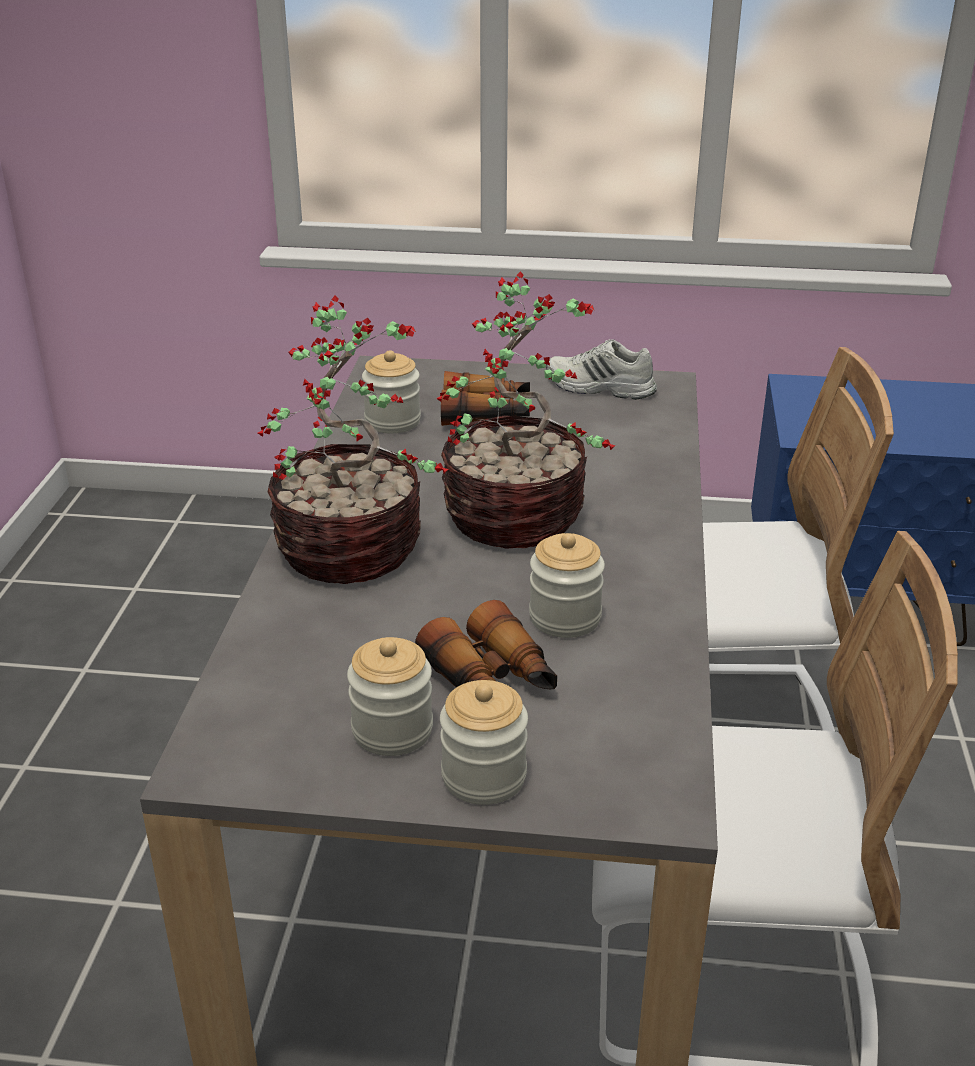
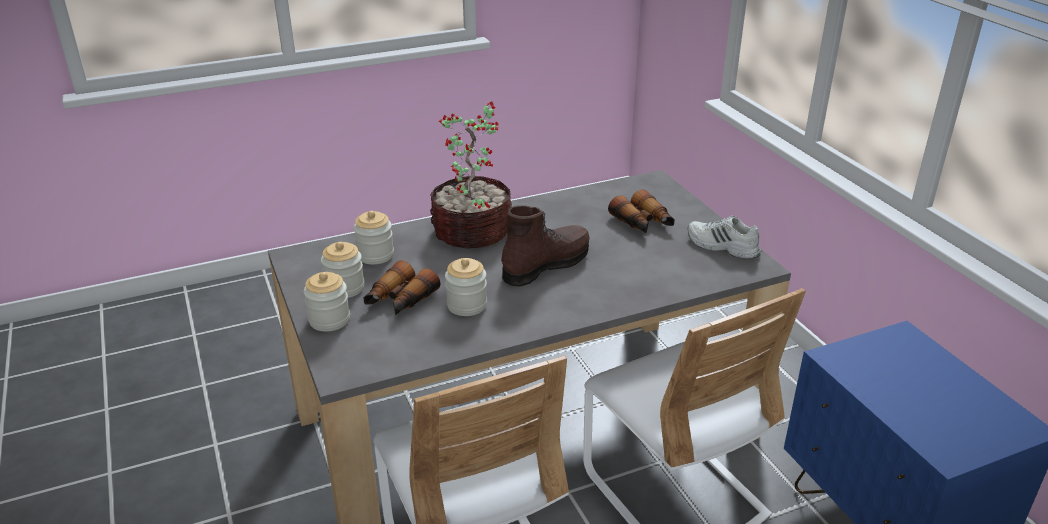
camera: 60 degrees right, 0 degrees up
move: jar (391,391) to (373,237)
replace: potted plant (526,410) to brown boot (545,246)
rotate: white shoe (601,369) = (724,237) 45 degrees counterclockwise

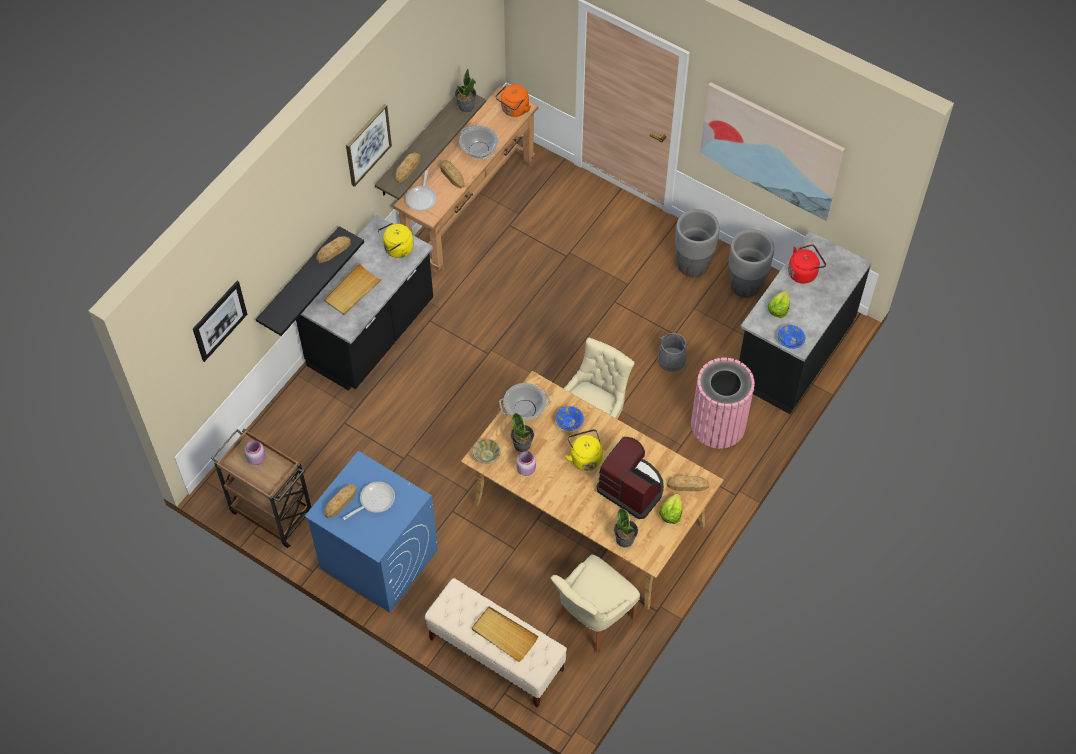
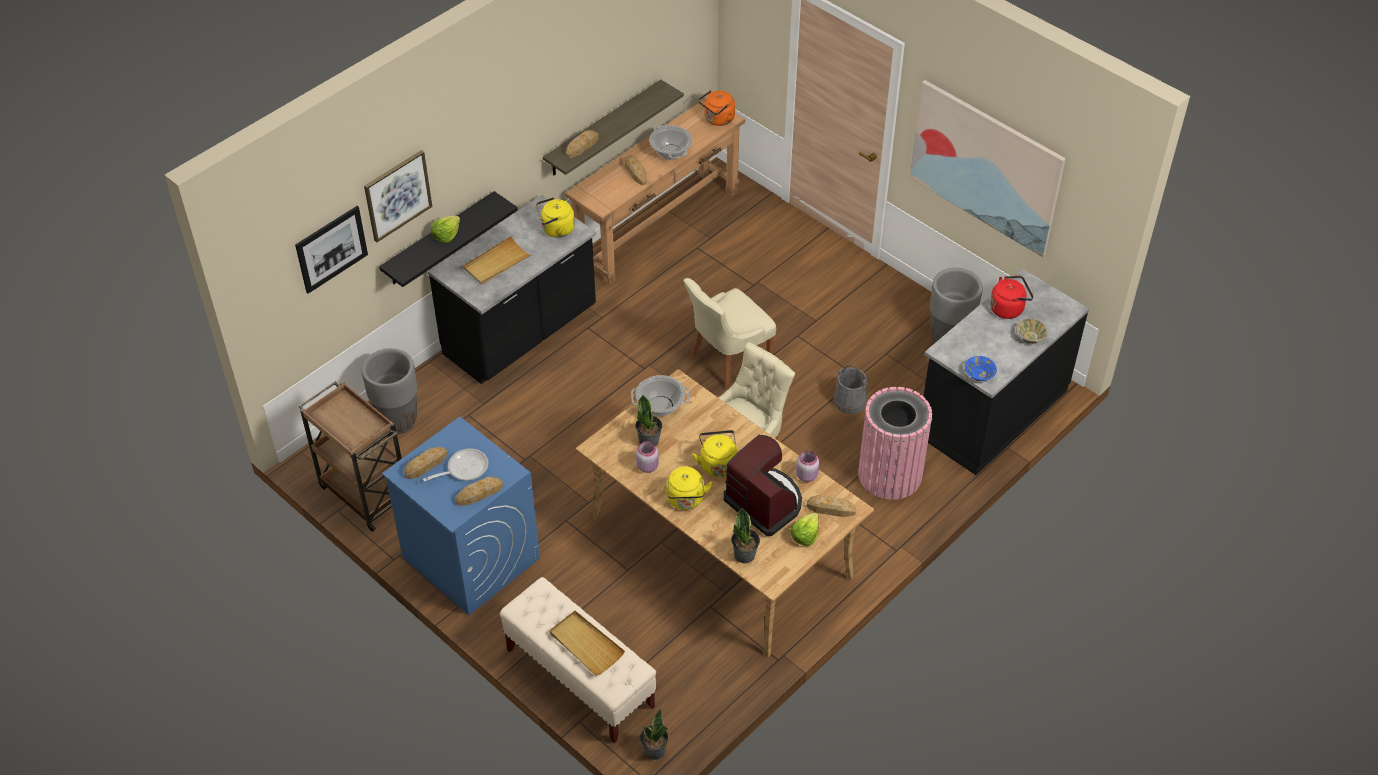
camera: 10 degrees right, 10 degrees down
delete: frying pan (421,189); blue bowl (570,418)
insert: yellow kettle (689,488)
move: pink jar (254,452) to (807,466); bread (333,249) to (479,491); picture (369,145) to (398,196); potted plant (465,90) to (654,734); beige bowl (486,451) to (1032,331); beige chair (595,604) to (729,333); grey planter (697,243) to (389,391); lettuce (779,304) to (445,229)

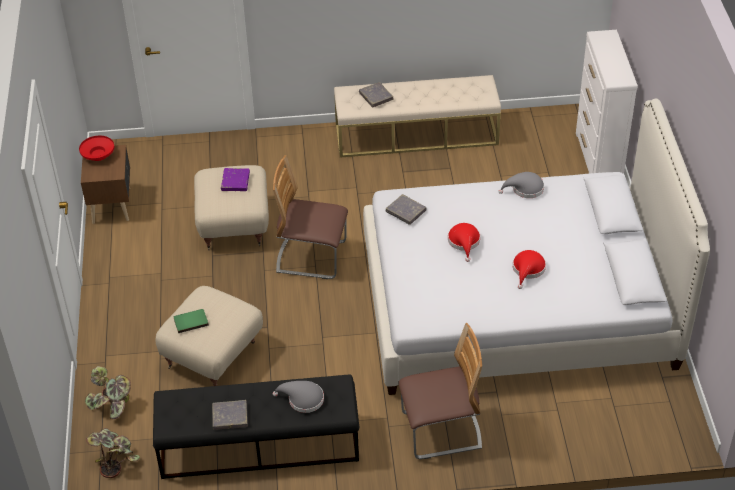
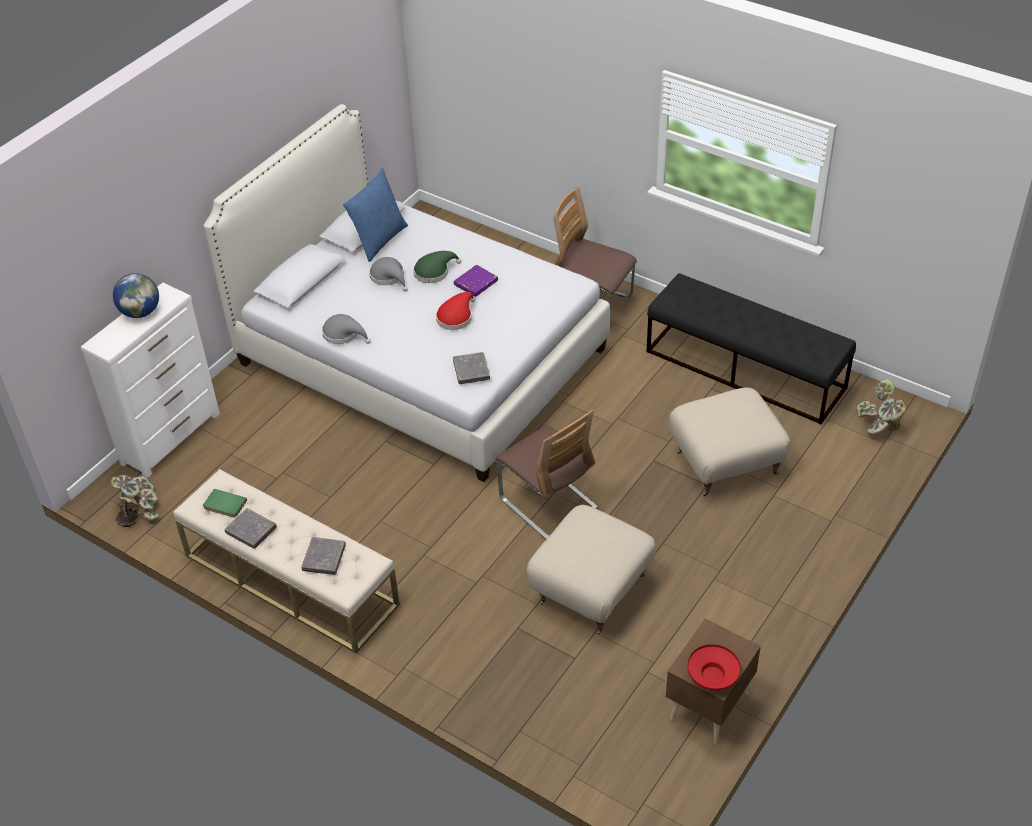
camera: 140 degrees left, 0 degrees up
insert: globe (136,295); blue pillow (375,215)
move: potted plant (108,392) to (135,500); green book (191,321) to (225,503); grey book (230,415) to (250,528); purple book (235,179) to (476,281); grey hat (298,397) to (388,274)
recolor: red hat (529,269) to green hat (437,267)

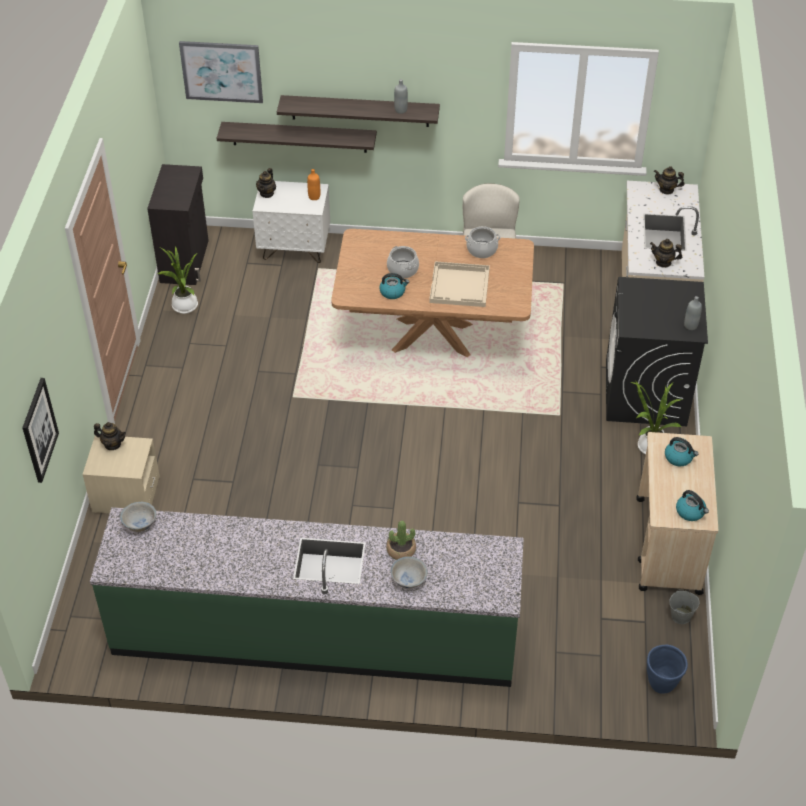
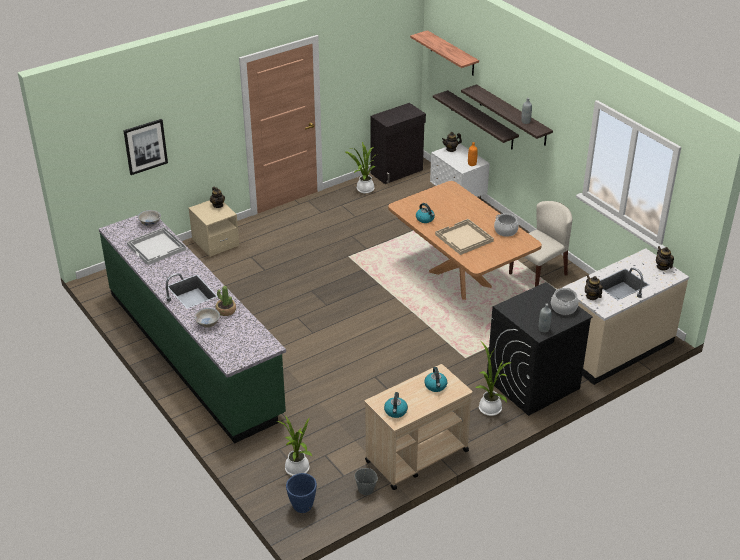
camera: 50 degrees right, 10 degrees down
insert: white tray (156,246); potted plant (294,446)
move: cooking pot (403,262) to (565,301)
replace: picture (221,72) to shelf (444,53)

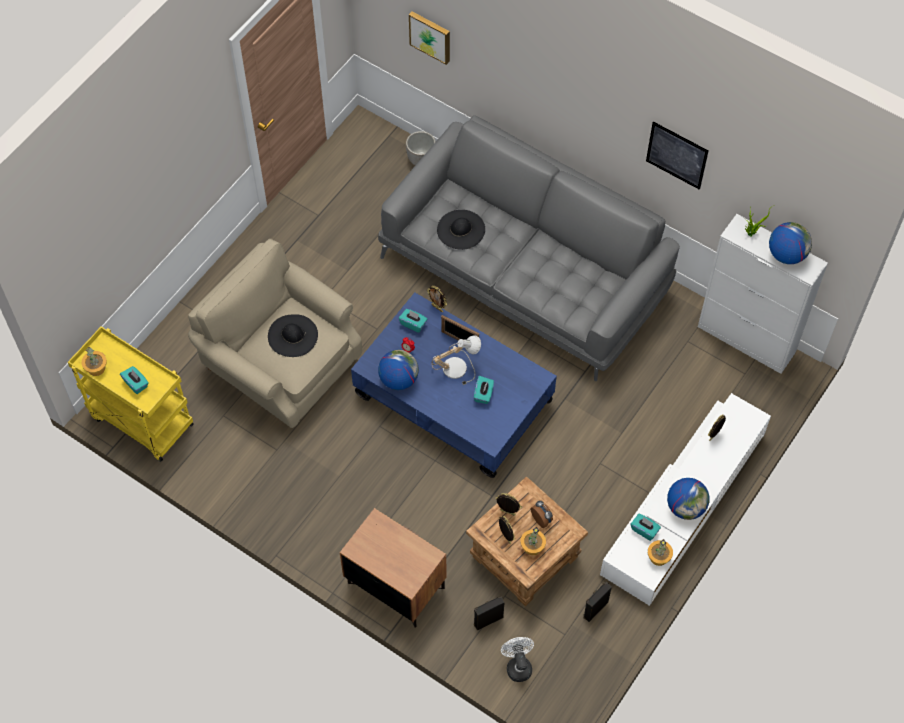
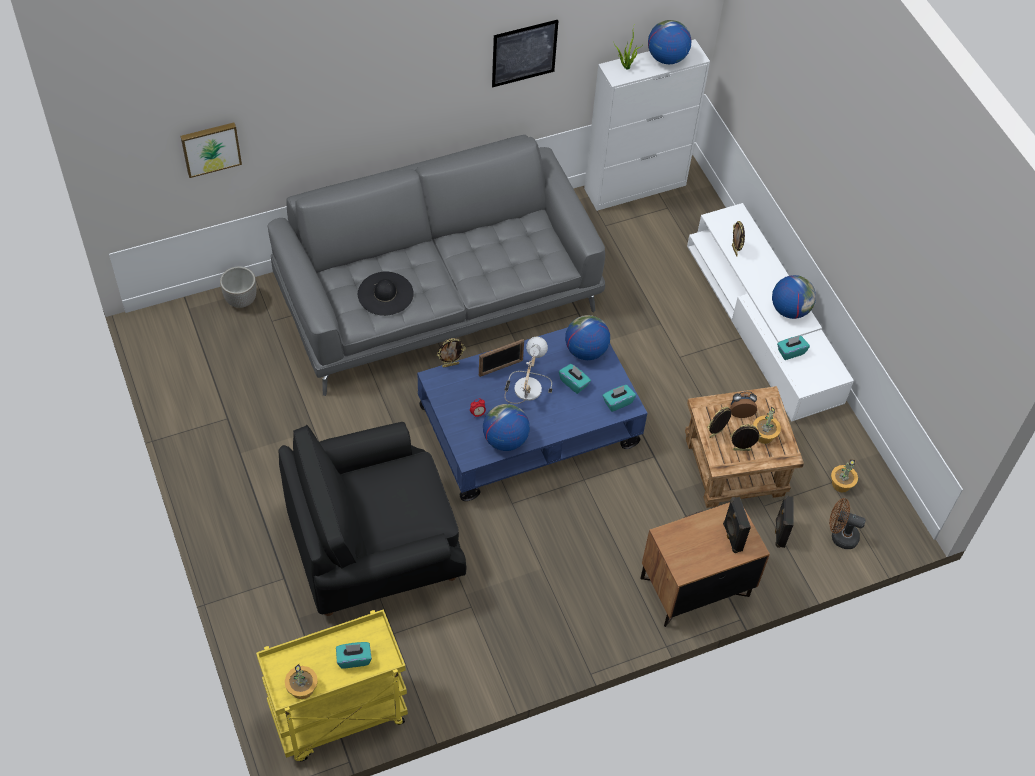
camera: 60 degrees left, 5 degrees down
delete: black hat (293,335)
insert: globe (587,337)
move: turquoise tissue box (413,321) to (619,398); black speaker (597,602) to (737,525); potted plant (660,552) to (844,475)
recolor: beige armchair (275,333) to black armchair (372,519); white fan (517,659) to brown fan (847,523)

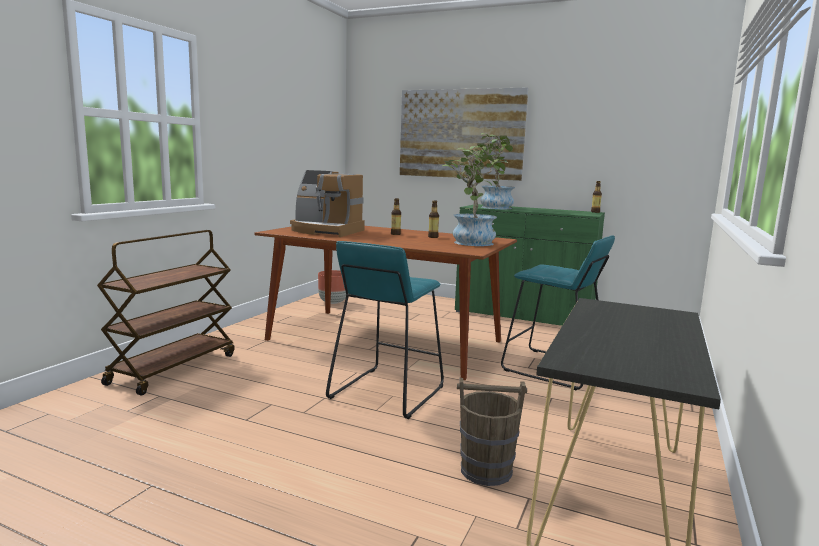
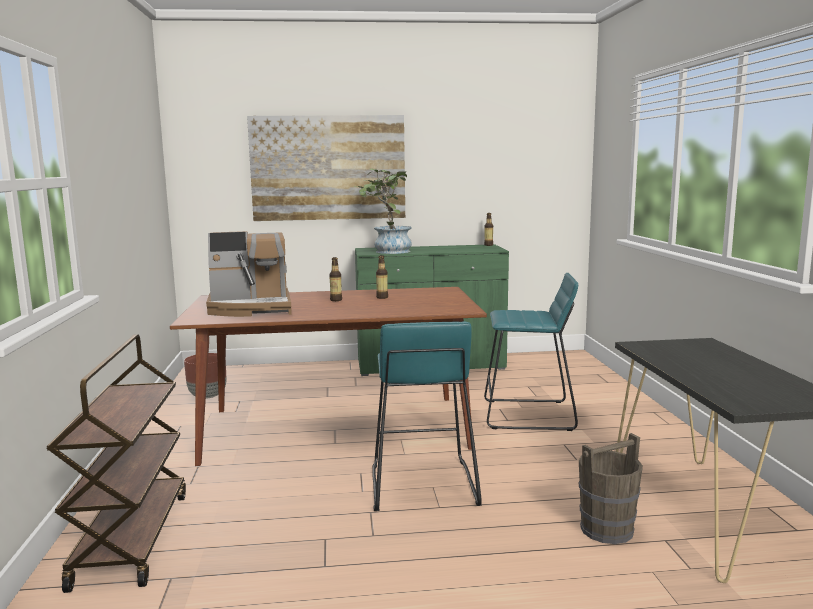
camera: 30 degrees left, 0 degrees up
delete: potted plant (473,197)

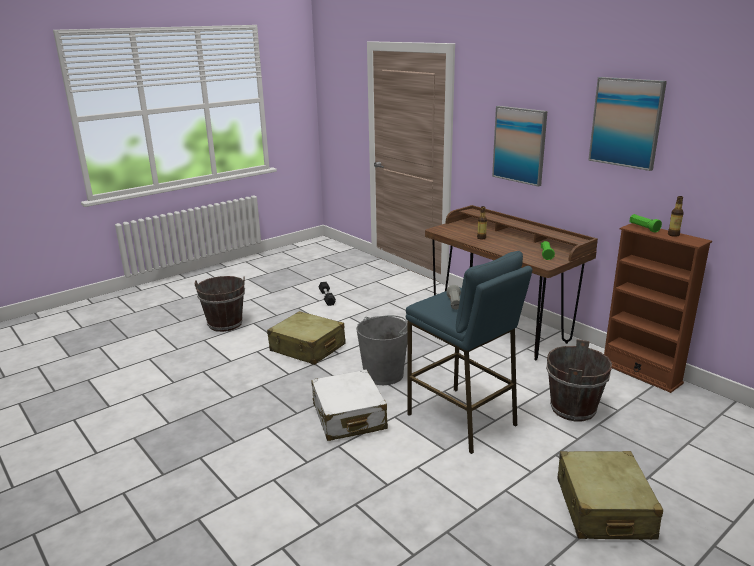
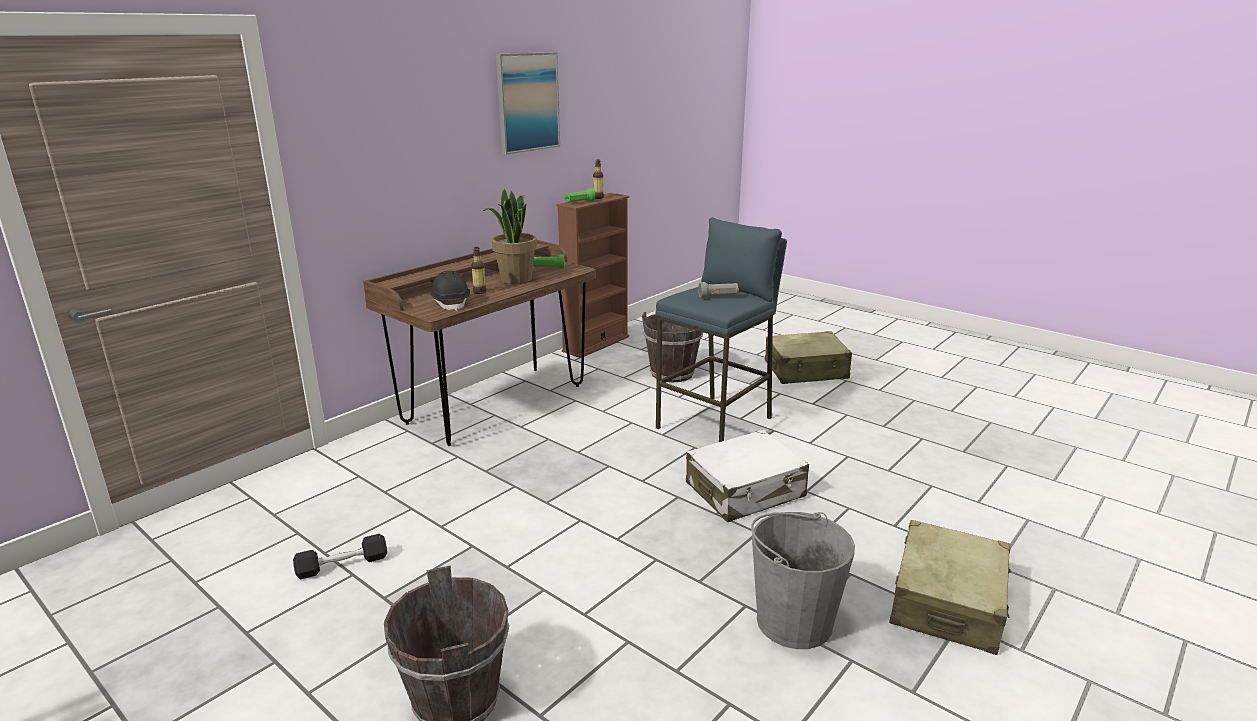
camera: 100 degrees left, 0 degrees up
delete: picture (520,146)
insert: black hard hat (450,291); potted plant (510,236)
move: beige suitcase (306,338) to (950,587); grey bucket (381,350) to (803,580)

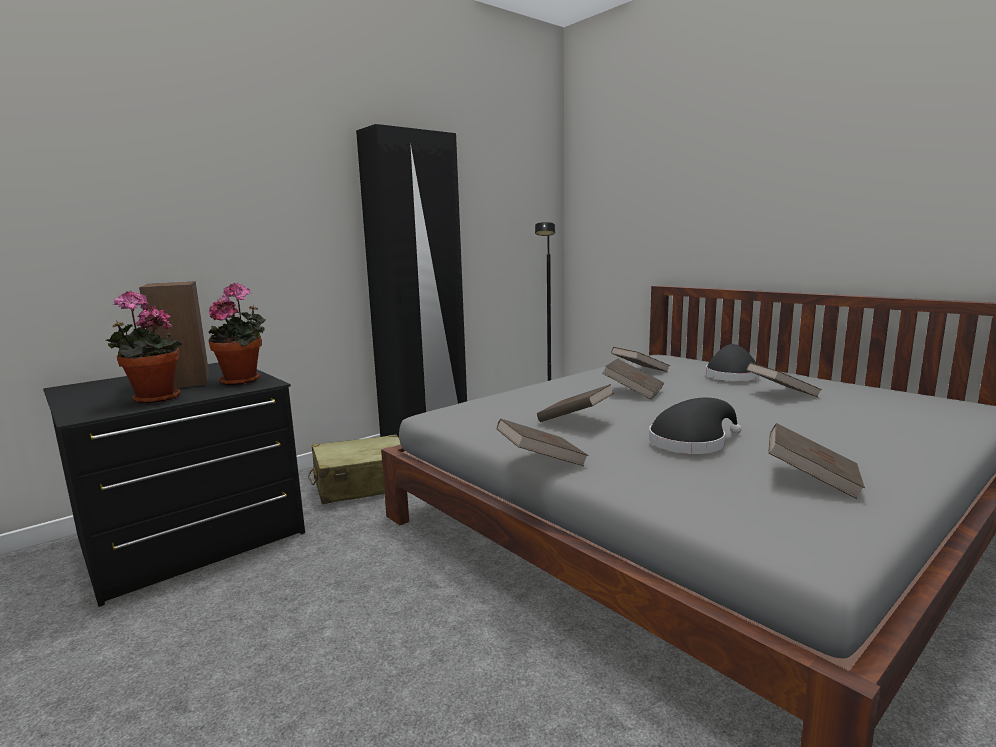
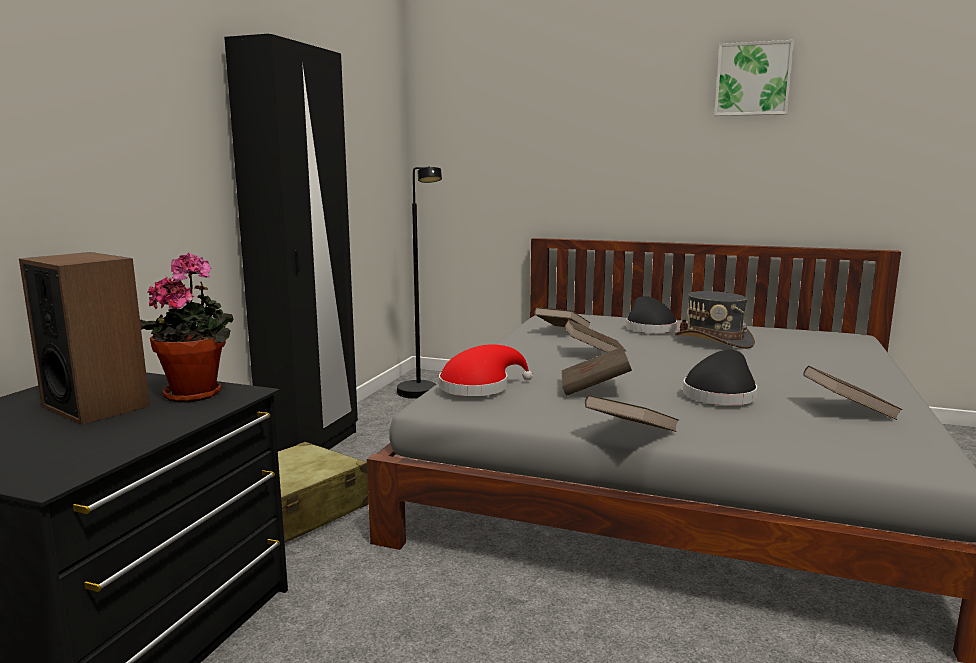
camera: 30 degrees left, 0 degrees up
delete: potted plant (143,347)
insert: red hat (486,370); picture (754,78)
replace: brown book (784,379) to grey hat (715,320)

